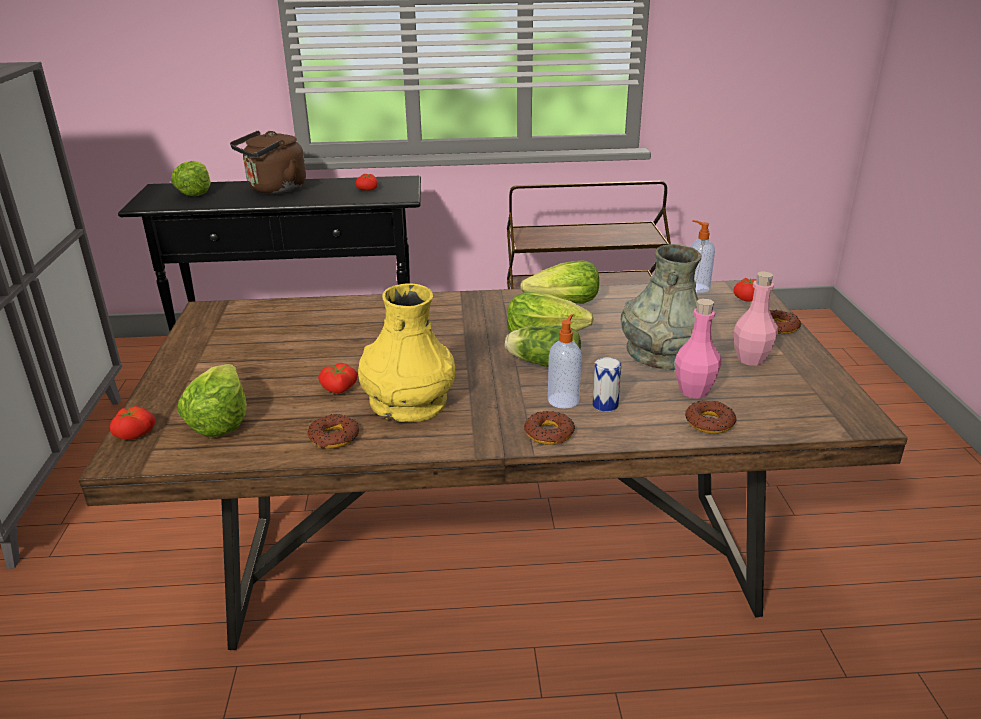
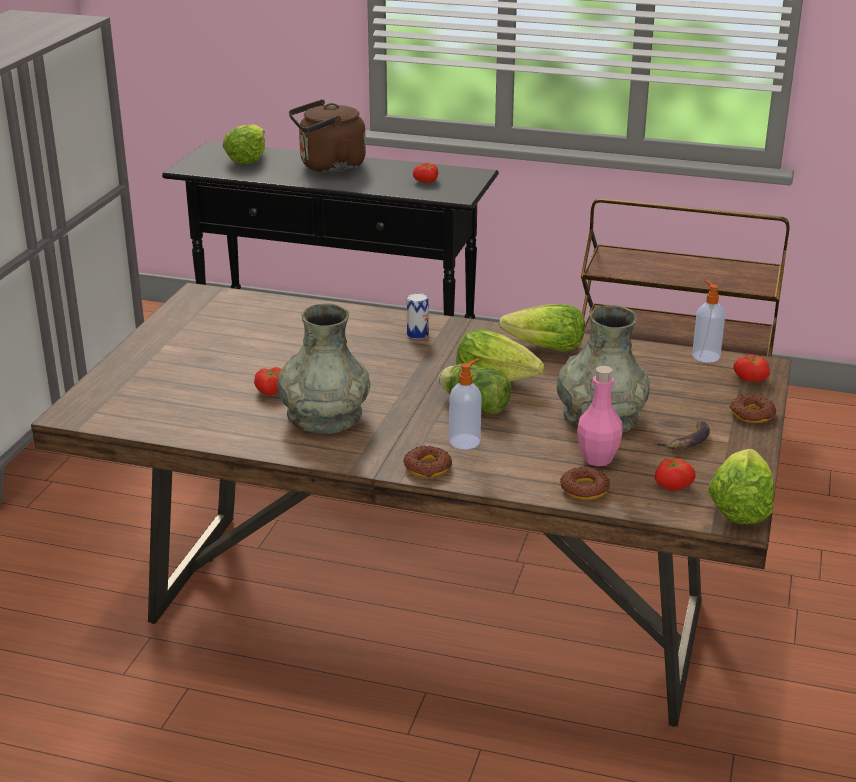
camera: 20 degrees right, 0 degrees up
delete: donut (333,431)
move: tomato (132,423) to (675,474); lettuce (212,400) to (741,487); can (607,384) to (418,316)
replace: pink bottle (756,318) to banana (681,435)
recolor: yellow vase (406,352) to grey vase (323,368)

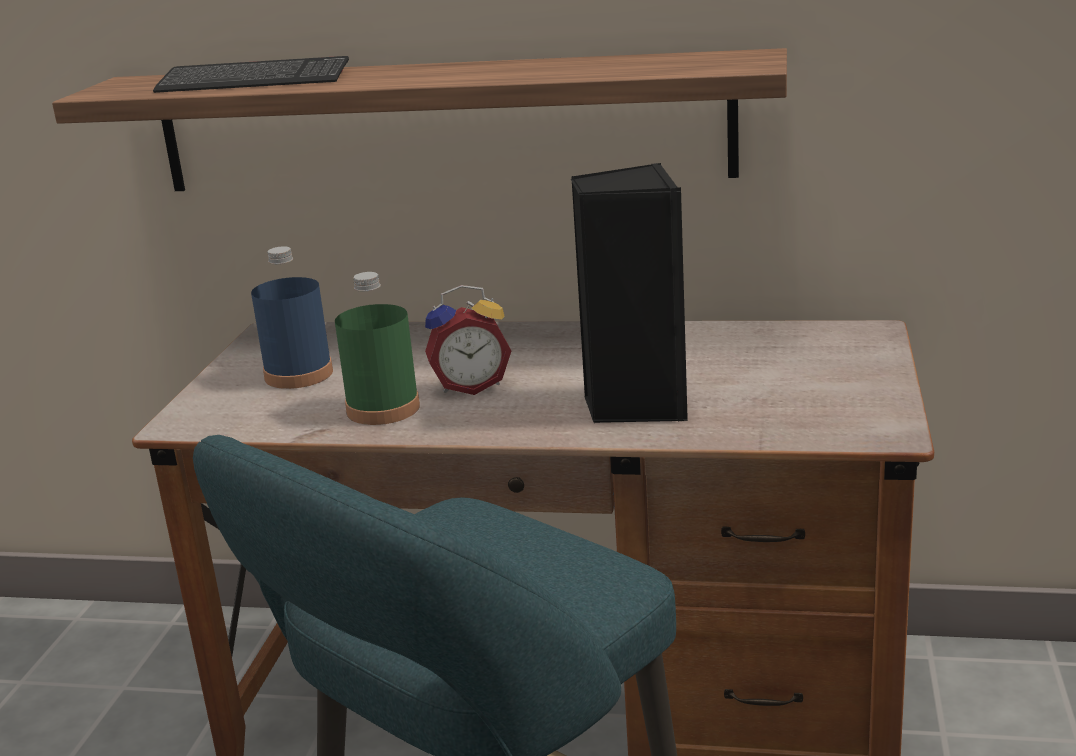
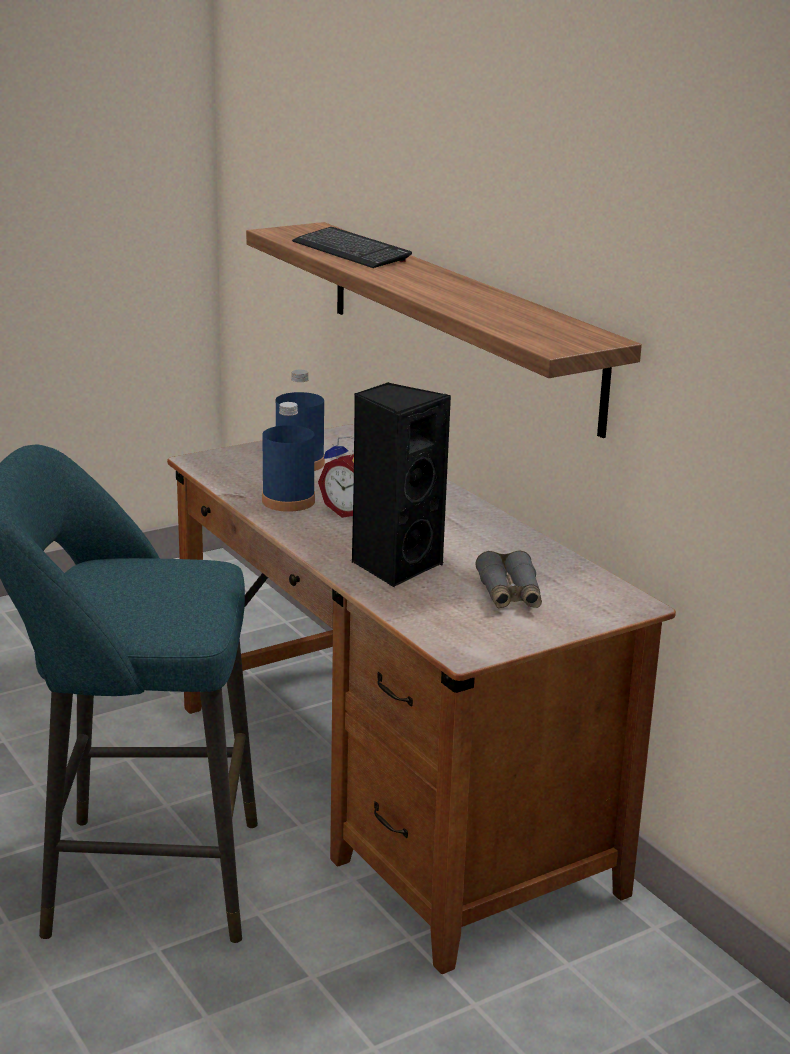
camera: 45 degrees right, 0 degrees up
insert: grey binoculars (509,579)
recolor: green bottle (377,348) to blue bottle (288,457)

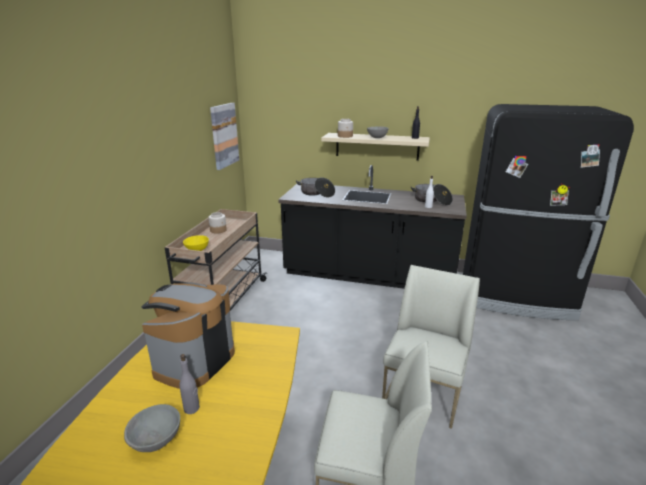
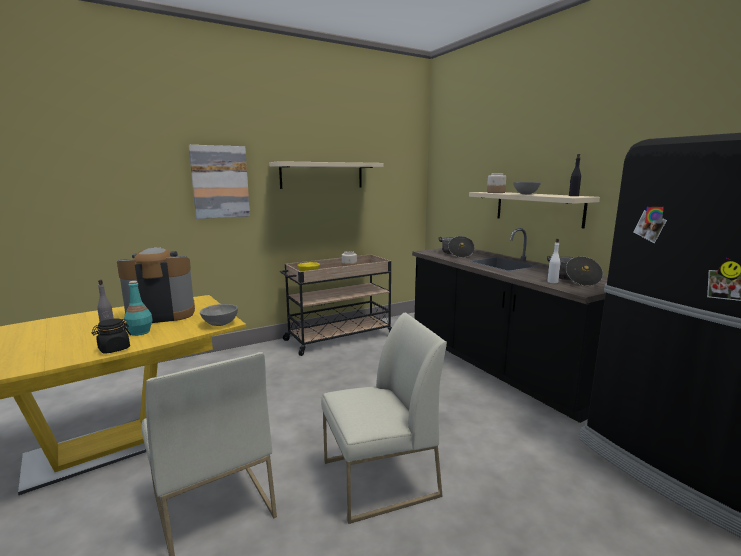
camera: 45 degrees right, 10 degrees down
insert: black jar (111,336); turquoise bottle (138,308); beige shelf (326,175)
move: grey bowl (152,428) to (219,315); picture (224,136) to (219,182)

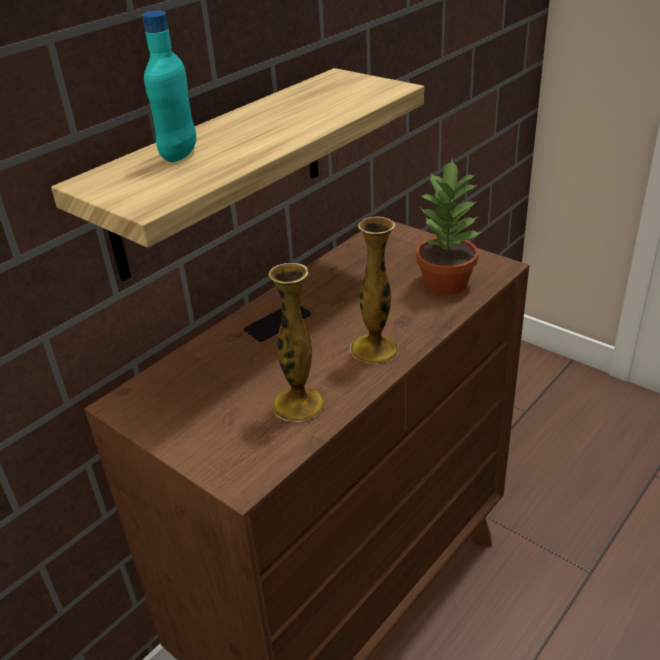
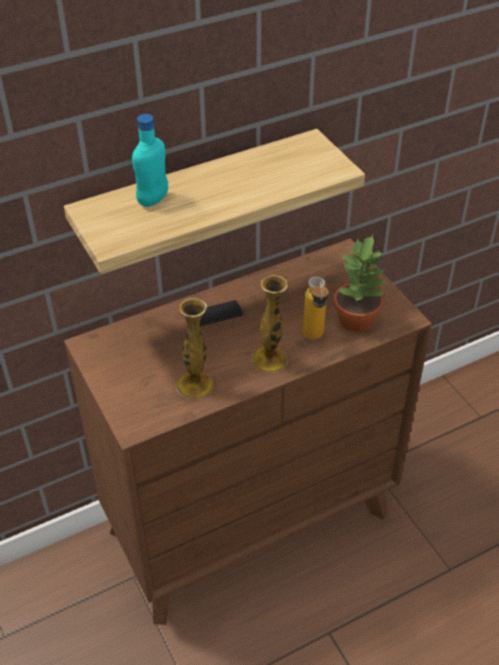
camera: 20 degrees right, 10 degrees up
insert: bottle (315,308)

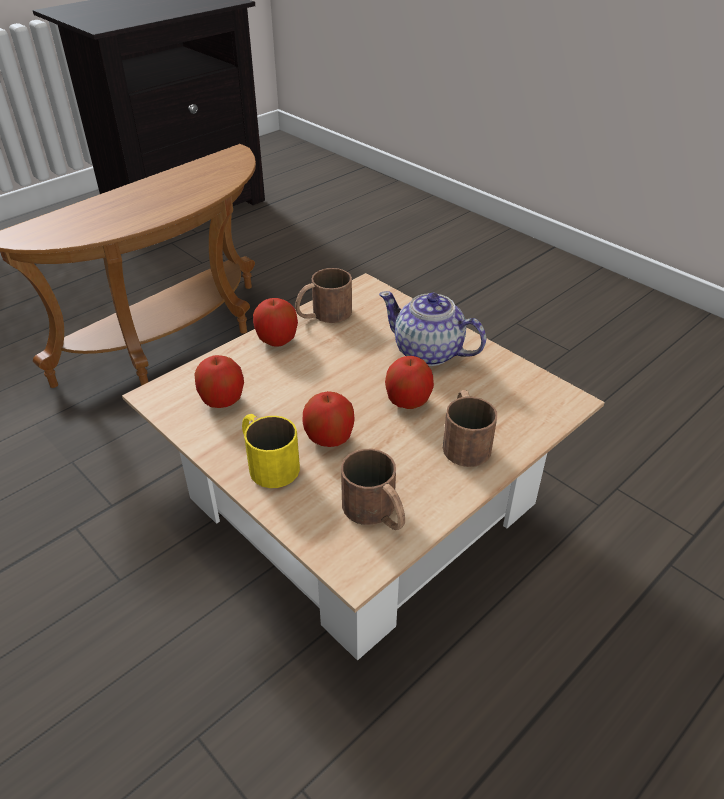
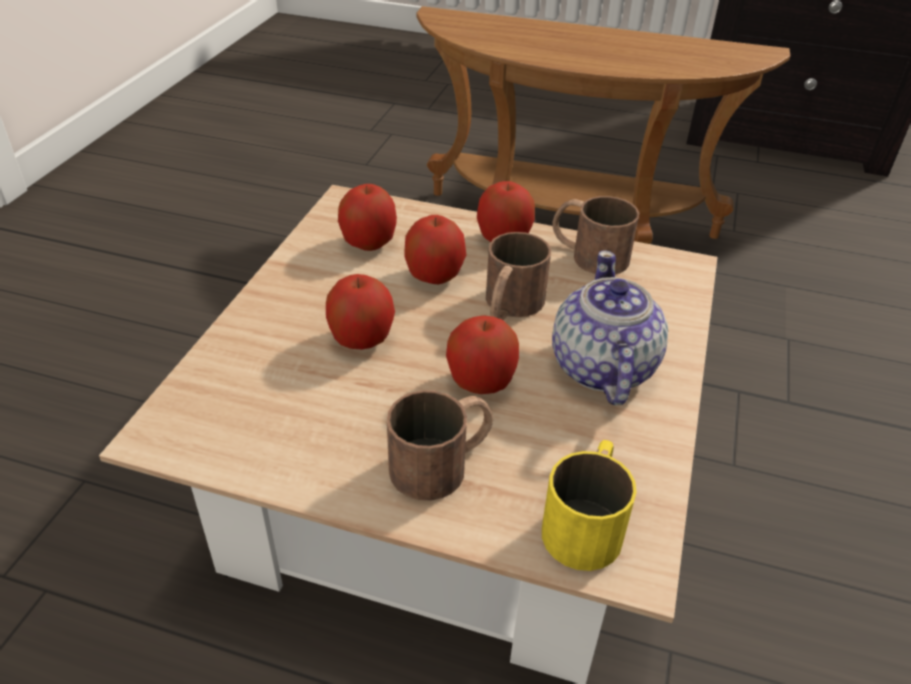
camera: 60 degrees right, 0 degrees up
insert: apple (435,249)
move: yellow mug (271,451) to (589,505); brown mug (373,489) to (518,276)

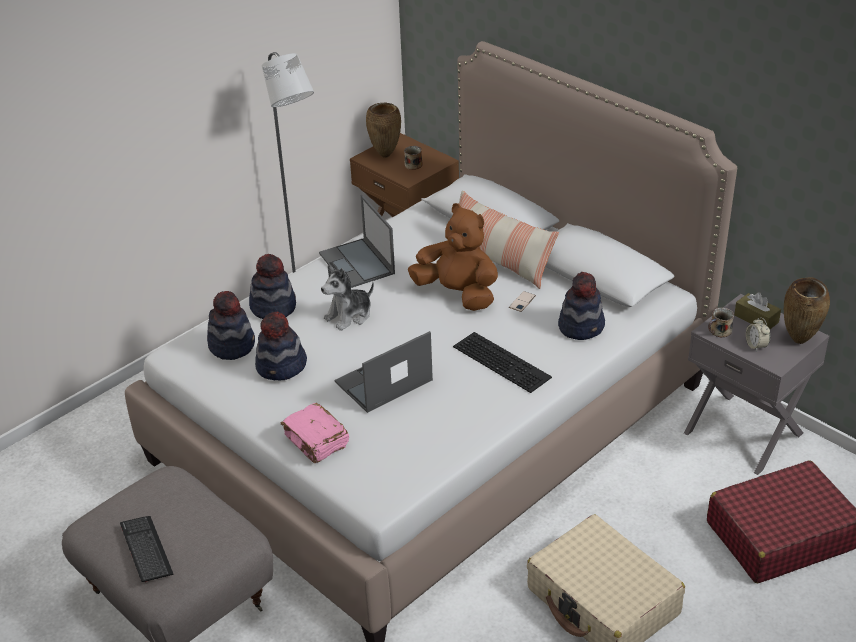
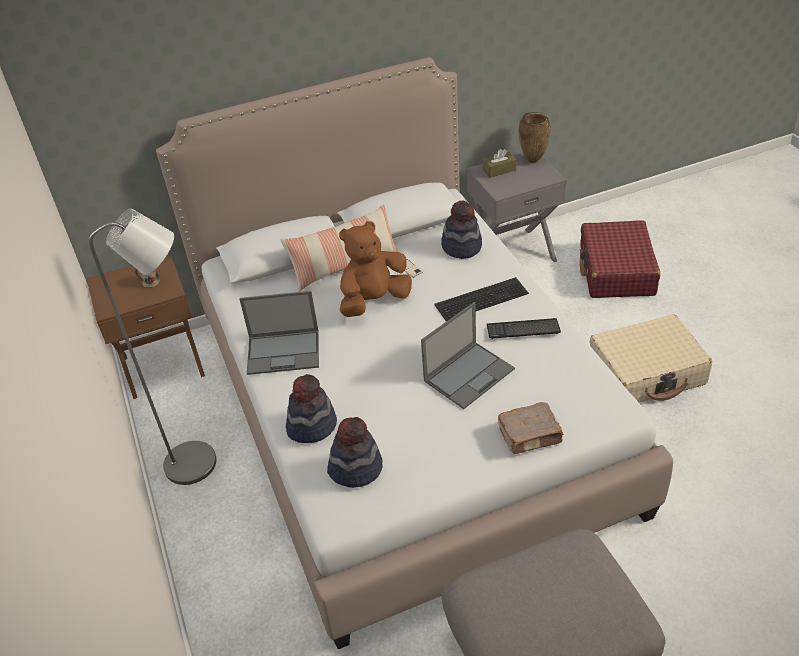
camera: 65 degrees left, 5 degrees up
delete: hat (281,346); plush toy (347,298); brown vase (383,130); mug (721,322); alarm clock (758,334)
move: keyboard (147,549) to (524,329)
recolor: pink book (315,433) to brown book (531,428)
rotate: laptop (384,372) = (468,355) 120 degrees counterclockwise

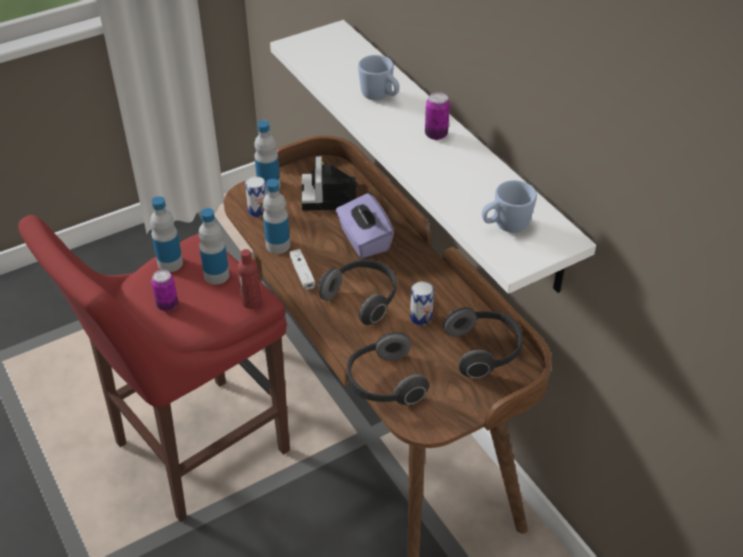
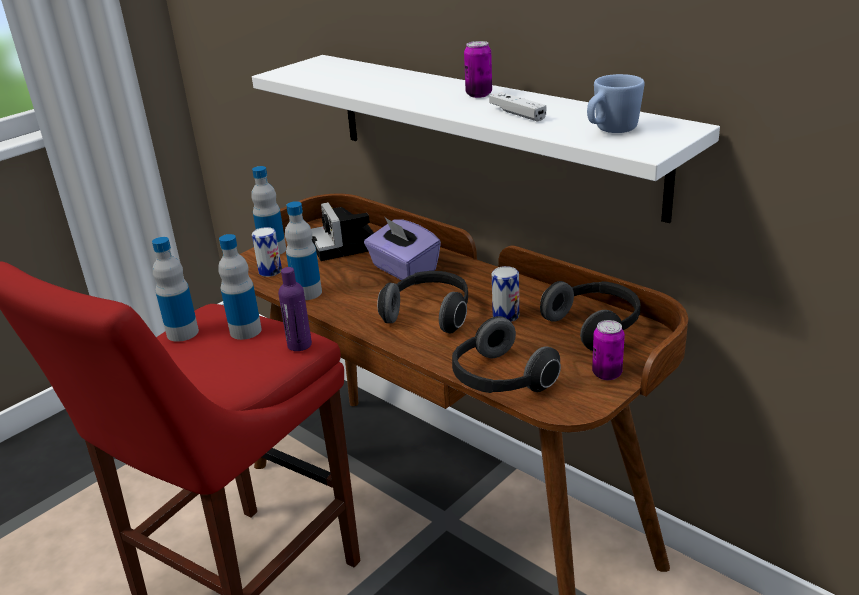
camera: 15 degrees left, 15 degrees down
delete: blue mug (378,77)
move: can (164,290) to (608,350); white game controller (302,269) to (517,107)
recolor: red bottle (249,279) to purple bottle (295,309)

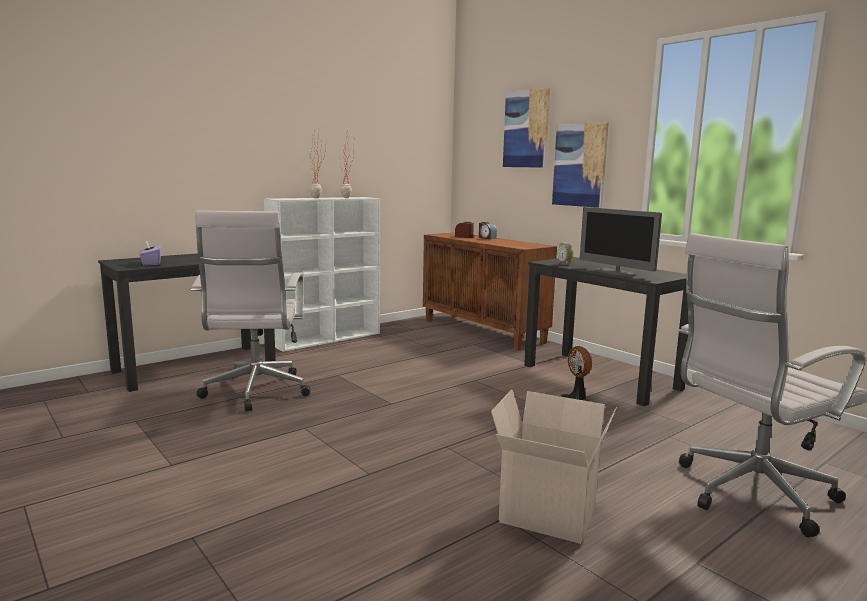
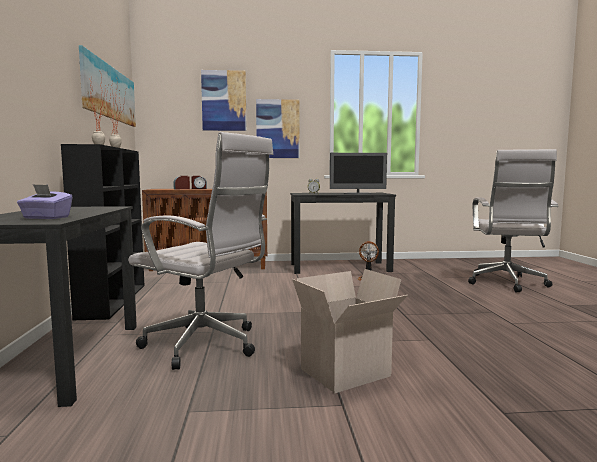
camera: 55 degrees left, 5 degrees down
insert: picture (107,86)
move: cardboard box (554,466) to (350,331)
recolor: white bookcase (322,274) to black bookcase (103,232)

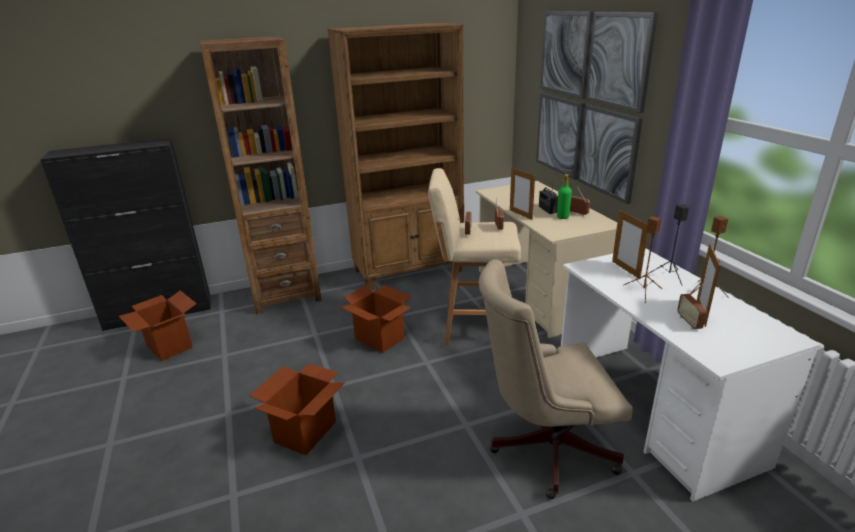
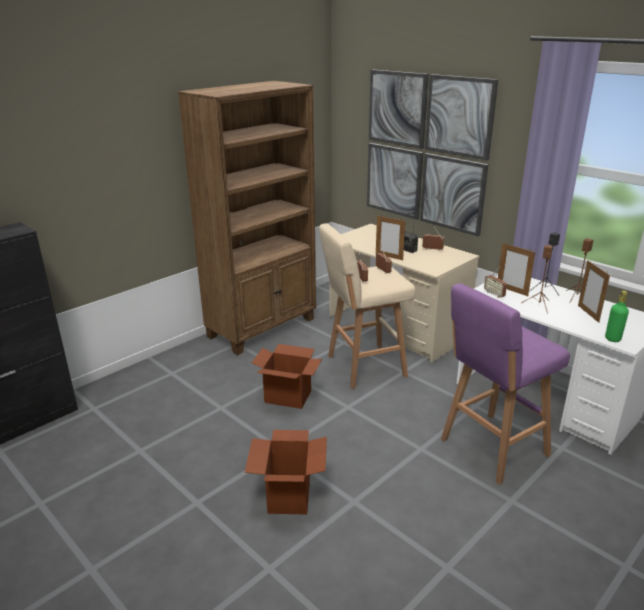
camera: 25 degrees left, 0 degrees up
delete: cardboard box (158,325); brown bookcase (261,175)
move: green bottle (564,196) to (617,316); radio (692,307) to (495,282)
replace: beige office chair (556,379) to purple stool (505,384)

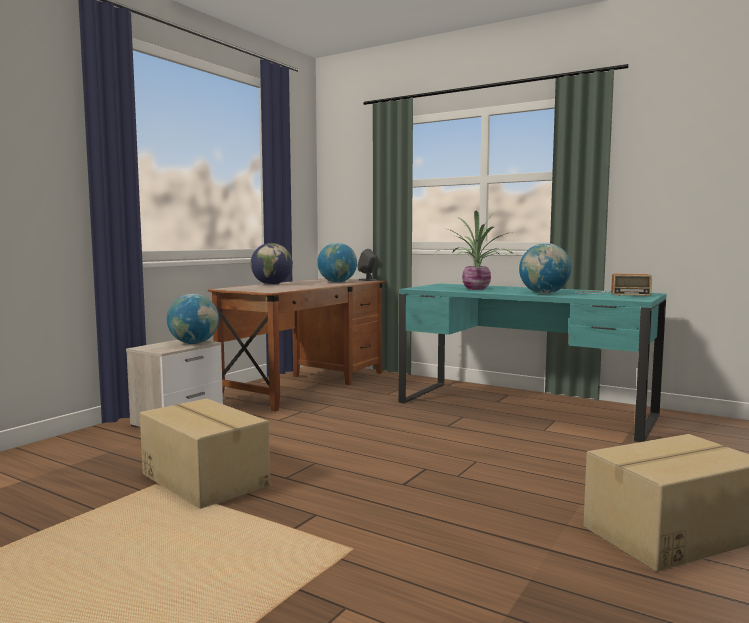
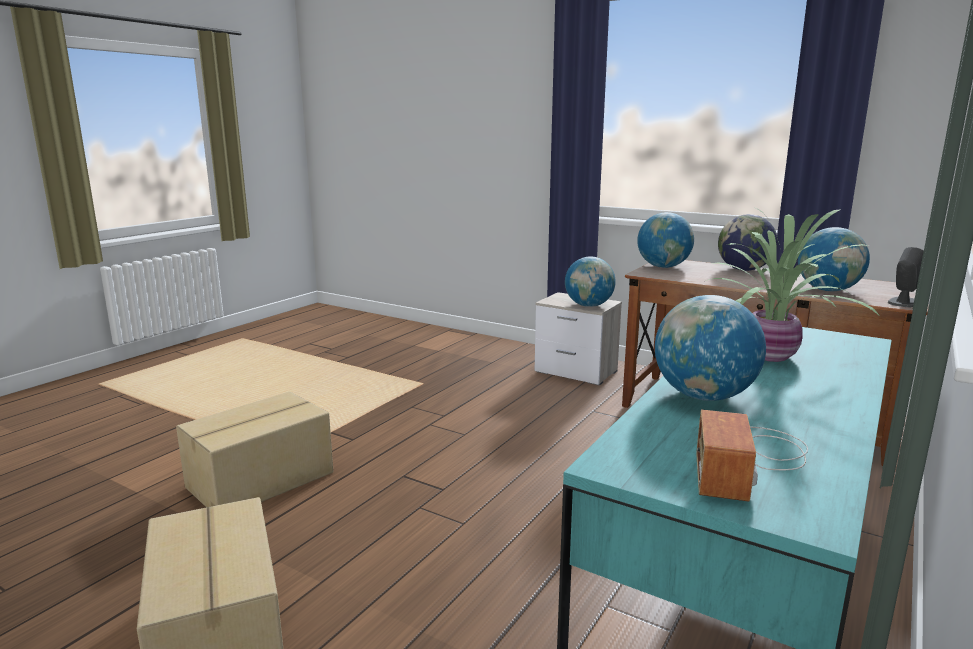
camera: 90 degrees right, 10 degrees up
insert: globe (665,240)
move: cardboard box (205,453) to (254,449)

